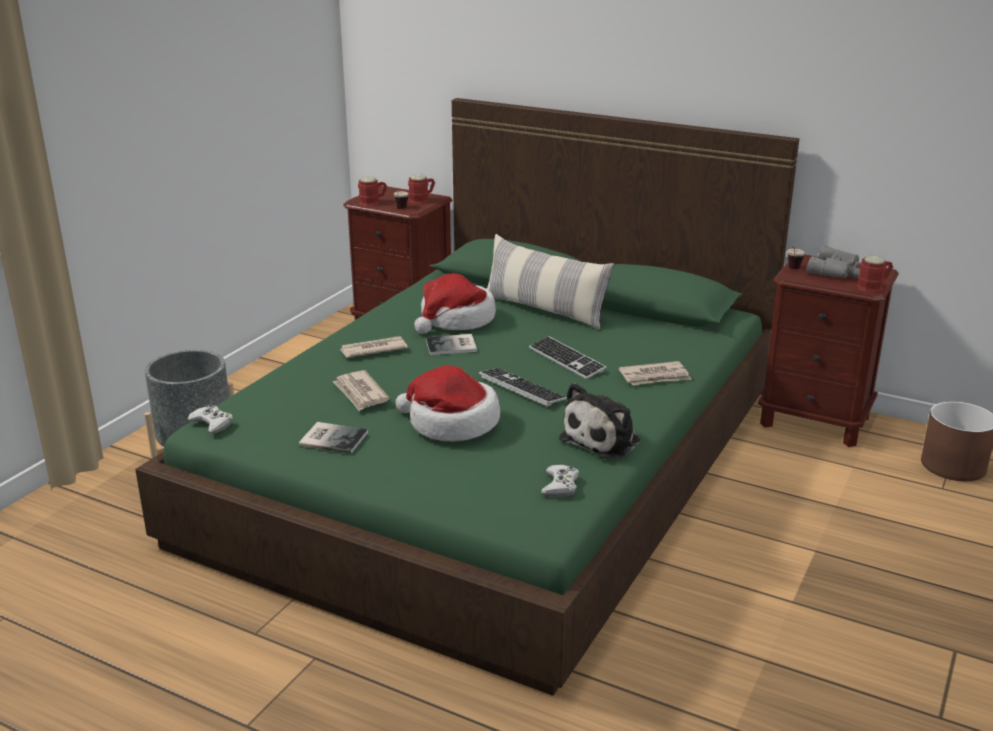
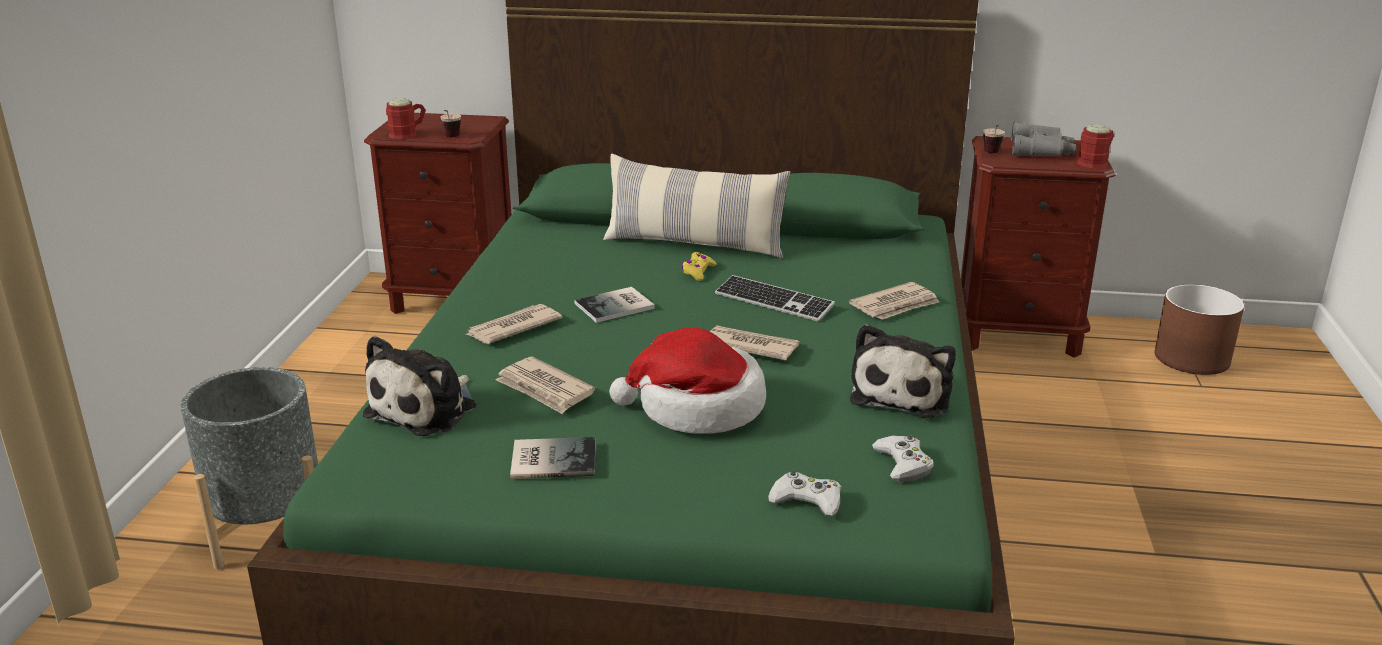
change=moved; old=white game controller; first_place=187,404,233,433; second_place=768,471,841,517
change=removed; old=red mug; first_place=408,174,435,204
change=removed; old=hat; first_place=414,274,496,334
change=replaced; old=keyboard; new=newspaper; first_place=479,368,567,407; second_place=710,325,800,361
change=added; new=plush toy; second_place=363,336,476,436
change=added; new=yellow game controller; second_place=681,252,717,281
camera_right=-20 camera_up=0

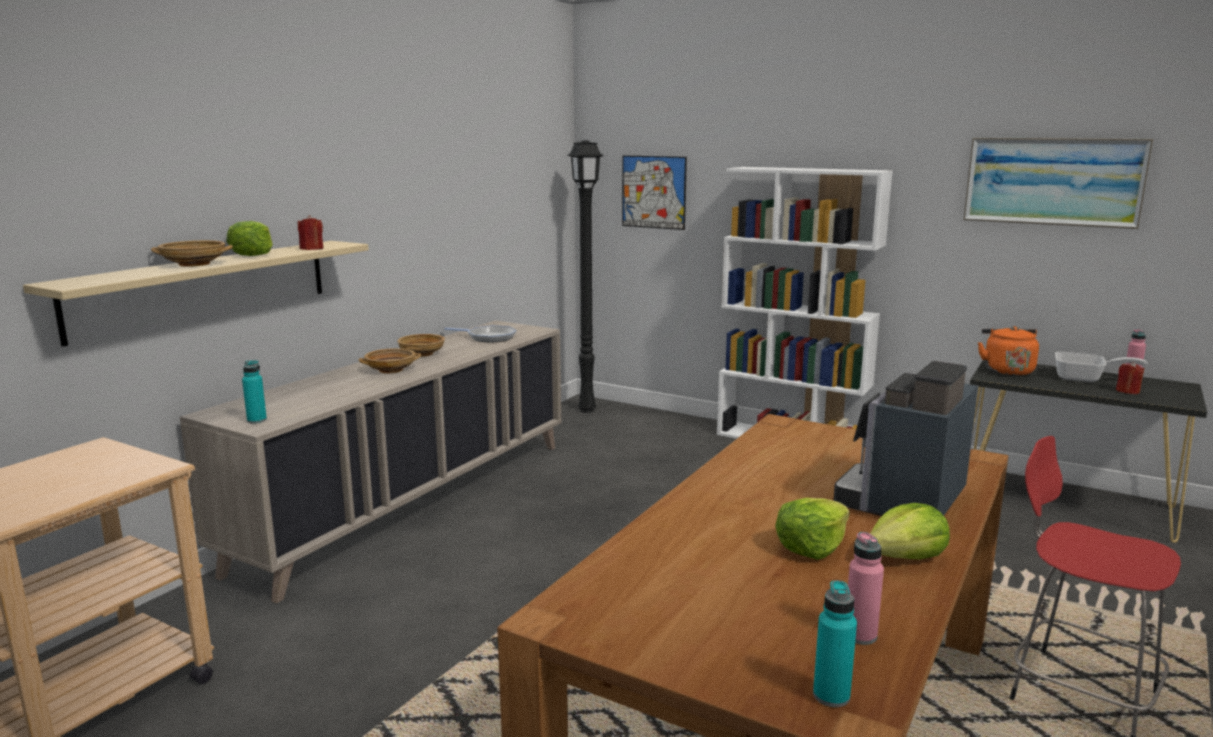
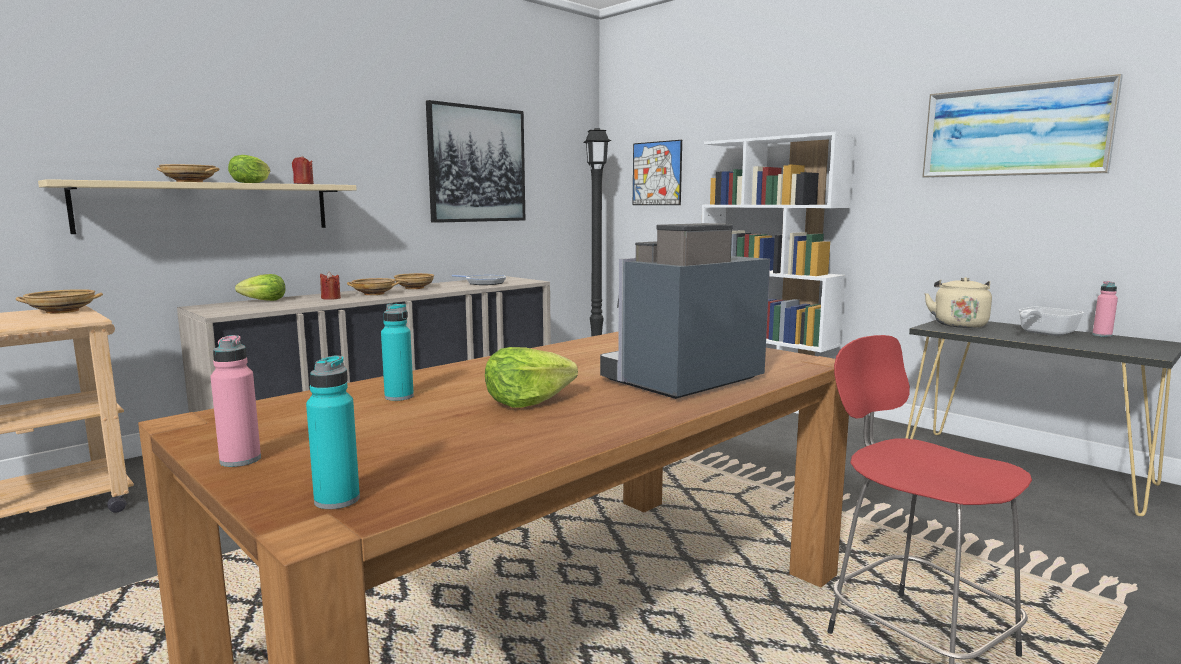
change=moved; old=turquoise bottle; first_place=242,360,267,424; second_place=381,303,414,401
change=moved; old=pink bottle; first_place=848,532,884,645; second_place=210,335,261,467
change=moved; old=lettuce; first_place=870,503,950,559; second_place=235,274,286,301
change=recoloured; old=orange kettle; new=beige kettle; first_place=978,326,1039,376; second_place=924,277,992,328
change=turned; old=frying pan; first_place=1055,352,1148,382; second_place=1019,307,1084,336; degrees=105
change=moved; old=red candle; first_place=1116,362,1145,394; second_place=320,271,341,300
change=added; new=beige bowl; second_place=16,289,103,314
change=added; new=picture; second_place=426,100,525,223
camera_right=15 camera_up=-5

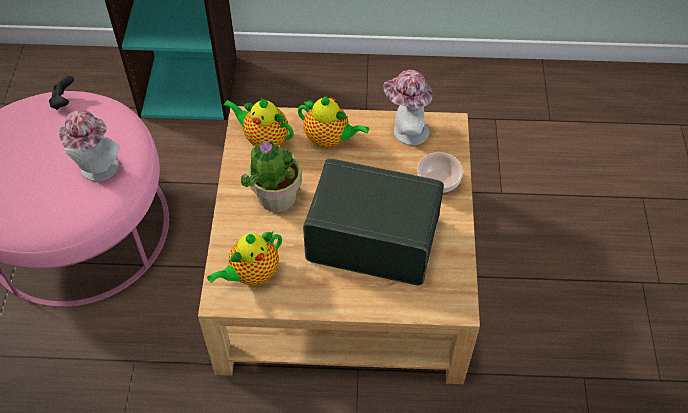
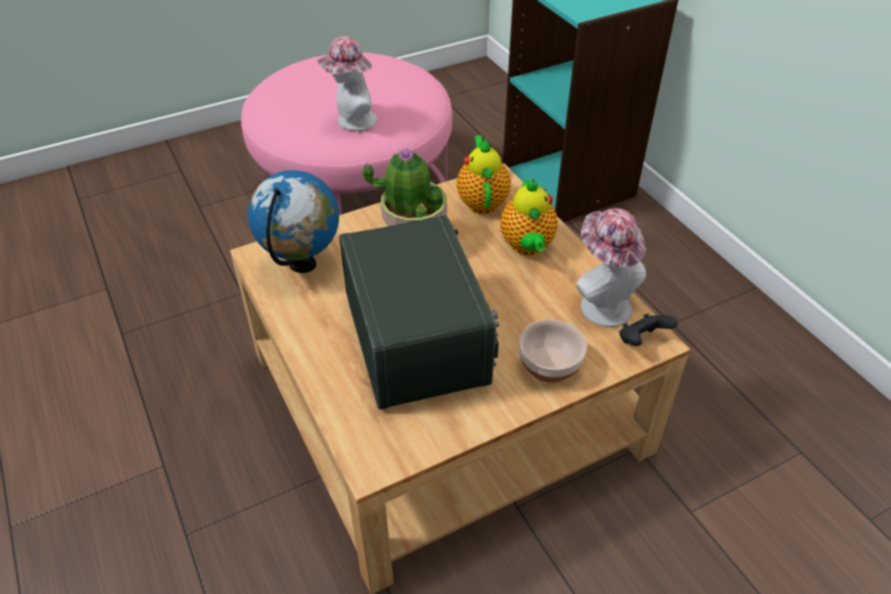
change=moved; old=black game controller; first_place=49,76,74,110; second_place=619,314,677,346
change=replaced; old=teapot; new=globe; first_place=207,231,282,285; second_place=248,170,339,273
camera_right=60 camera_up=-10

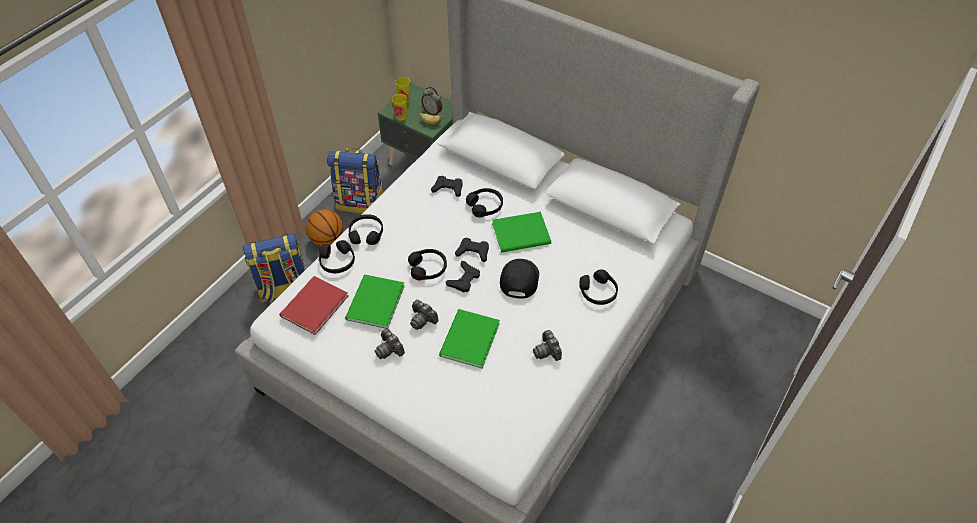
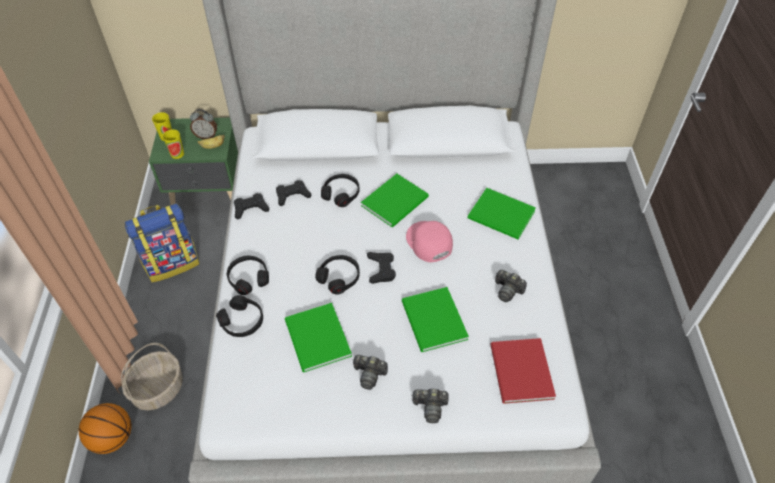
change=replaced; old=backpack; new=basket; first_place=242,233,306,303; second_place=121,342,183,411
change=moved; old=red book; first_place=279,276,348,335; second_place=490,338,556,404
change=moved; old=basketball; first_place=306,209,344,246; second_place=79,403,131,454
change=moved; old=photo camera; first_place=410,300,439,330; second_place=412,389,449,423
change=moved; old=black game controller; first_place=455,238,489,262; second_place=234,193,269,220
change=recoloured; old=black cap; new=pink cap; first_place=500,259,539,299; second_place=406,221,453,262
change=replaced; old=black headphones; new=green book; first_place=580,269,618,305; second_place=468,188,536,240
camera_right=-35 camera_up=0

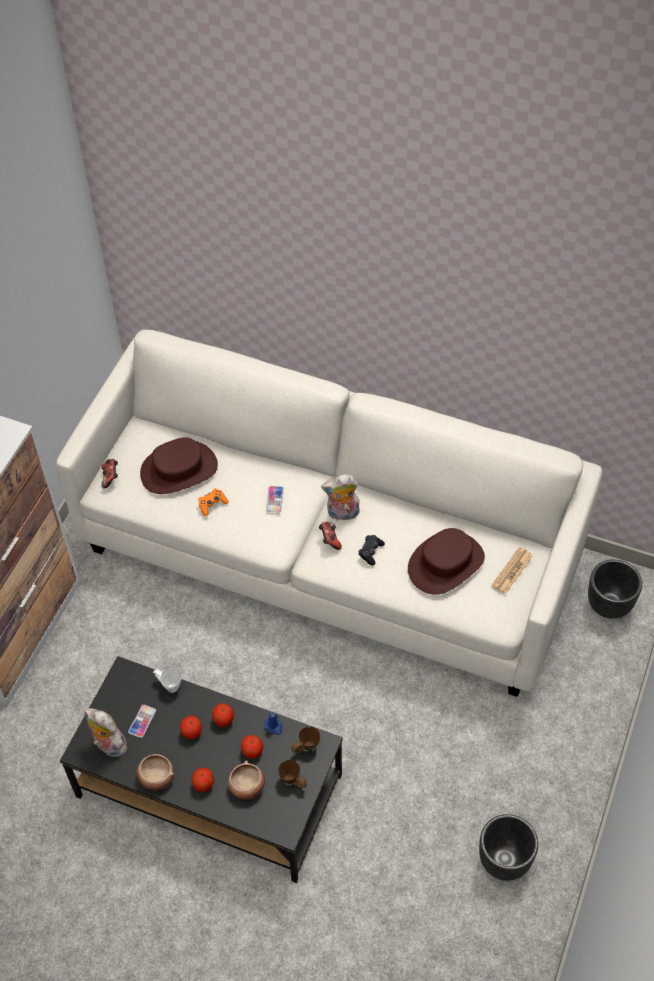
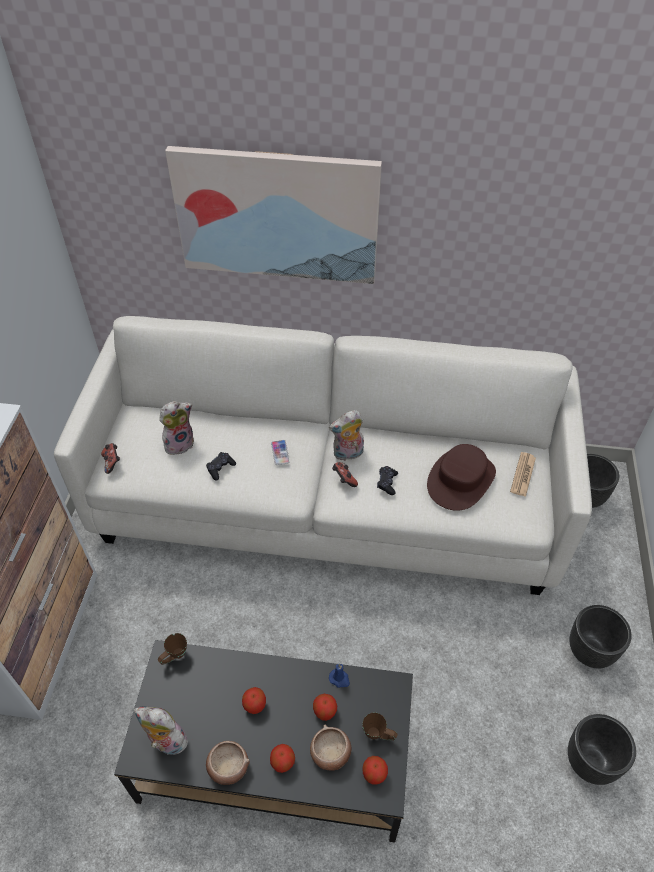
change=removed; old=phone; first_place=128,705,156,738
change=replaced; old=brown hat; new=plush toy; first_place=140,437,218,494; second_place=159,401,194,455
change=removed; old=white mug; first_place=153,669,182,693
change=recoloured; old=orange game controller; new=black game controller; first_place=198,488,229,516; second_place=206,452,236,481
change=moved; old=apple; first_place=212,703,234,727; second_place=362,756,388,785
change=moved; old=brown mug; first_place=291,727,320,753; second_place=158,633,187,665
change=added; new=picture; second_place=165,146,382,284
change=added; new=black planter; second_place=569,605,632,668
camera_right=-15 camera_up=-5

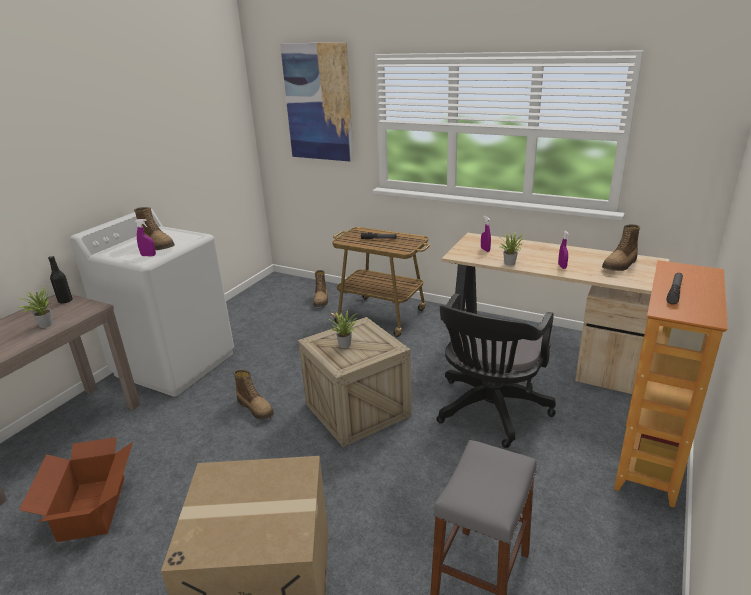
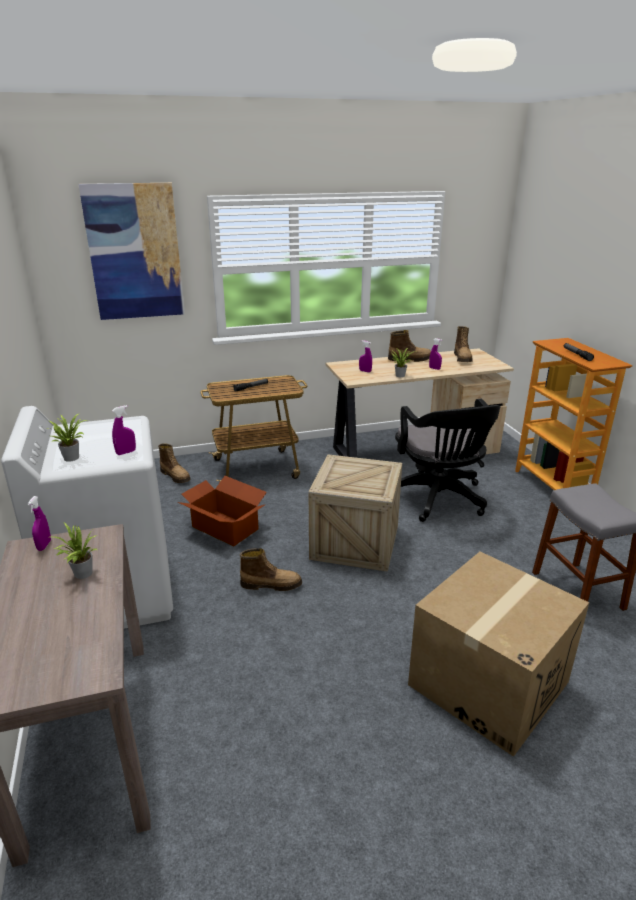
change=moved; old=cardboard box; first_place=19,437,133,542; second_place=178,476,267,546
change=replaced; old=black bottle; new=purple spray bottle; first_place=48,256,73,303; second_place=28,496,51,551
change=moved; old=boot; first_place=134,207,174,250; second_place=388,330,431,362
change=moved; old=potted plant; first_place=328,310,358,348; second_place=49,414,87,462
camera_right=-45 camera_up=0

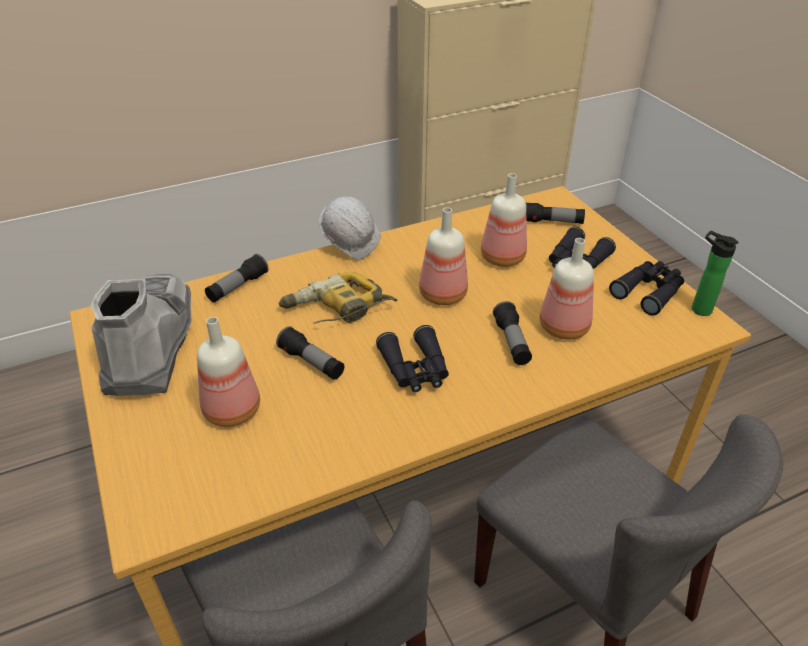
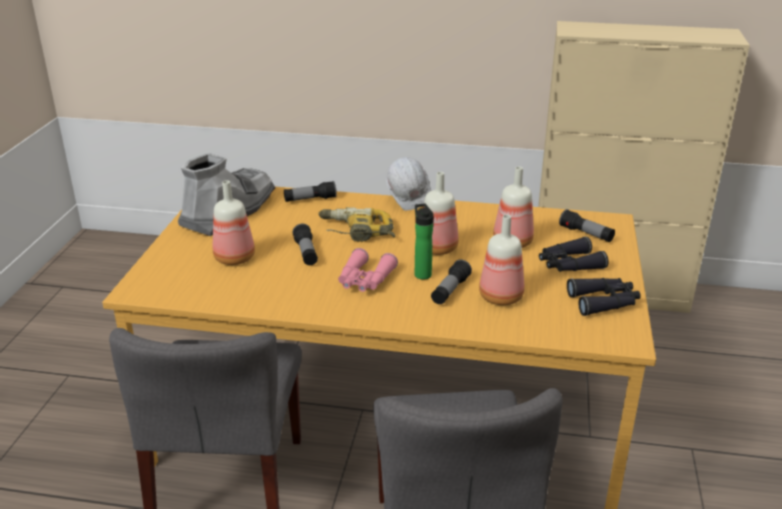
change=recoloured; old=black binoculars; new=pink binoculars; first_place=376,325,449,392; second_place=338,248,398,292
change=moved; old=bottle; first_place=692,231,739,316; second_place=415,204,433,280
camera_right=35 camera_up=-10

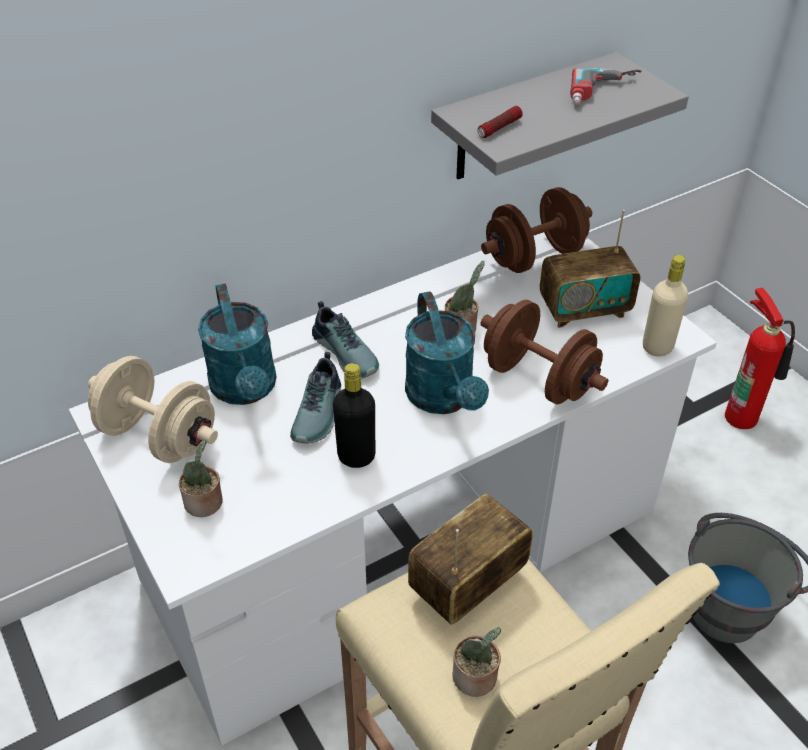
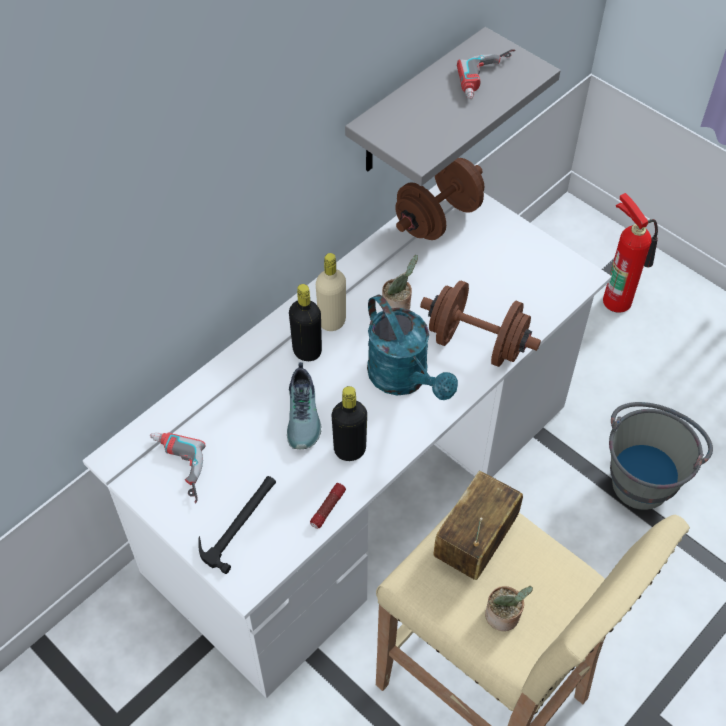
change=replaced; old=beige dumbbell; new=power drill; first_place=88,356,218,463; second_place=150,432,205,504
change=replaced; old=potted plant; new=hammer; first_place=179,439,223,517; second_place=198,476,276,574
change=removed; old=turquoise watering can; first_place=198,284,276,405
change=replaced; old=shoe; new=black bottle; first_place=312,301,379,379; second_place=289,284,322,361
change=moved; old=flashlight; first_place=478,106,523,138; second_place=310,483,346,529
change=removed; old=radio; first_place=540,210,640,328
change=moved; old=beige bottle; first_place=643,255,688,356; second_place=316,253,346,331
camera_right=-15 camera_up=10

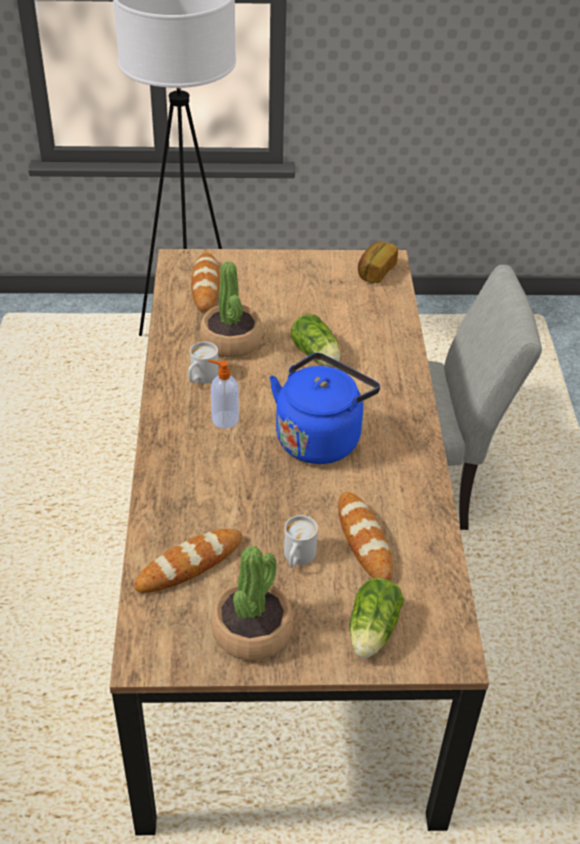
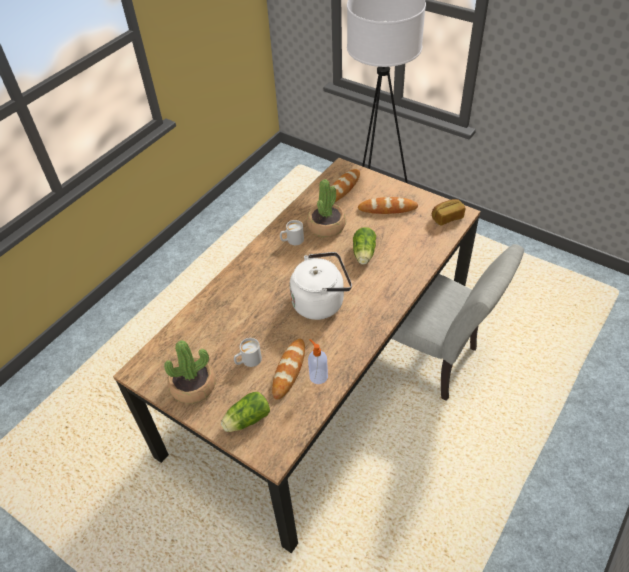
change=moved; old=bread; first_place=134,529,242,593; second_place=358,197,418,214
change=moved; old=soap dispenser; first_place=208,360,239,429; second_place=308,339,328,384
change=recoloured; old=blue kettle; new=white kettle; first_place=270,353,380,464; second_place=290,252,352,320
camera_right=40 camera_up=5

